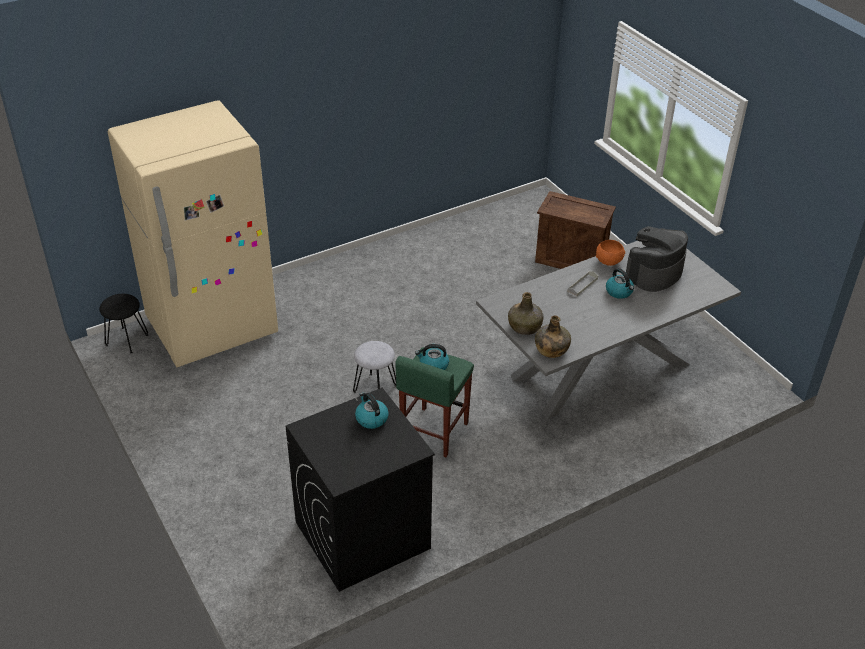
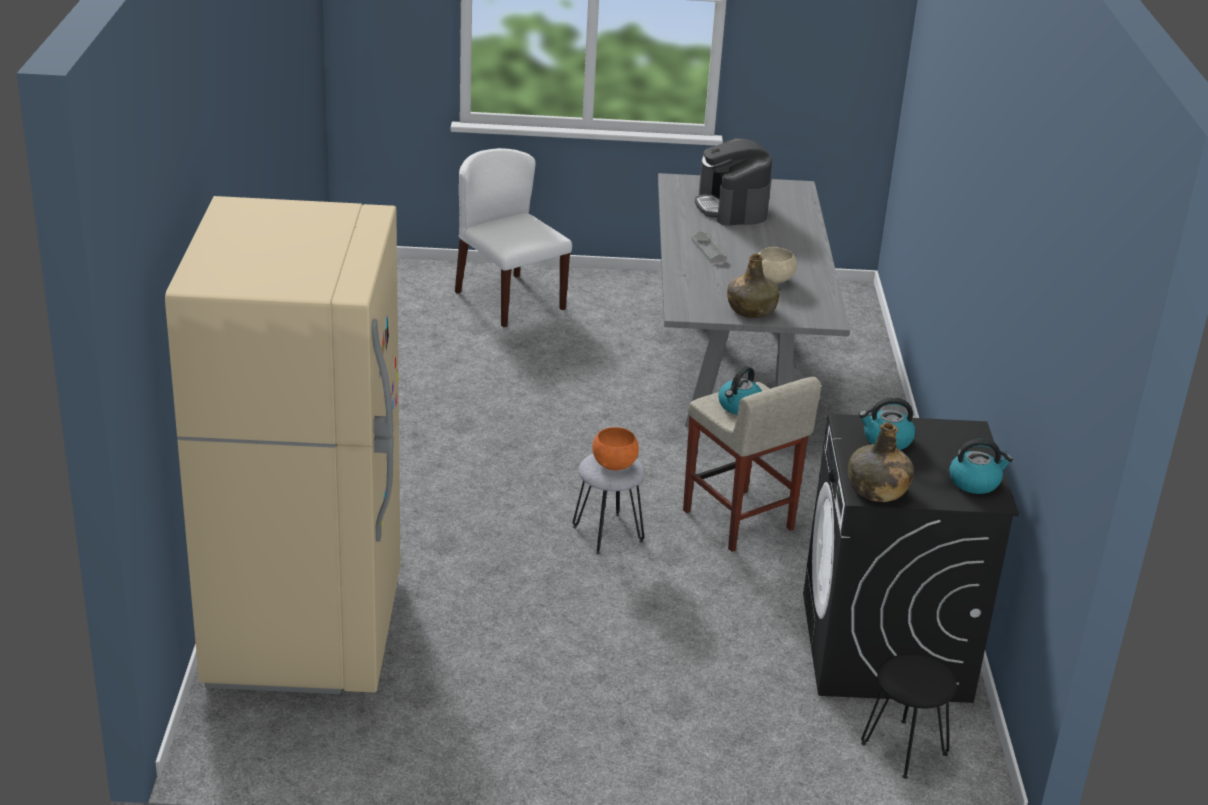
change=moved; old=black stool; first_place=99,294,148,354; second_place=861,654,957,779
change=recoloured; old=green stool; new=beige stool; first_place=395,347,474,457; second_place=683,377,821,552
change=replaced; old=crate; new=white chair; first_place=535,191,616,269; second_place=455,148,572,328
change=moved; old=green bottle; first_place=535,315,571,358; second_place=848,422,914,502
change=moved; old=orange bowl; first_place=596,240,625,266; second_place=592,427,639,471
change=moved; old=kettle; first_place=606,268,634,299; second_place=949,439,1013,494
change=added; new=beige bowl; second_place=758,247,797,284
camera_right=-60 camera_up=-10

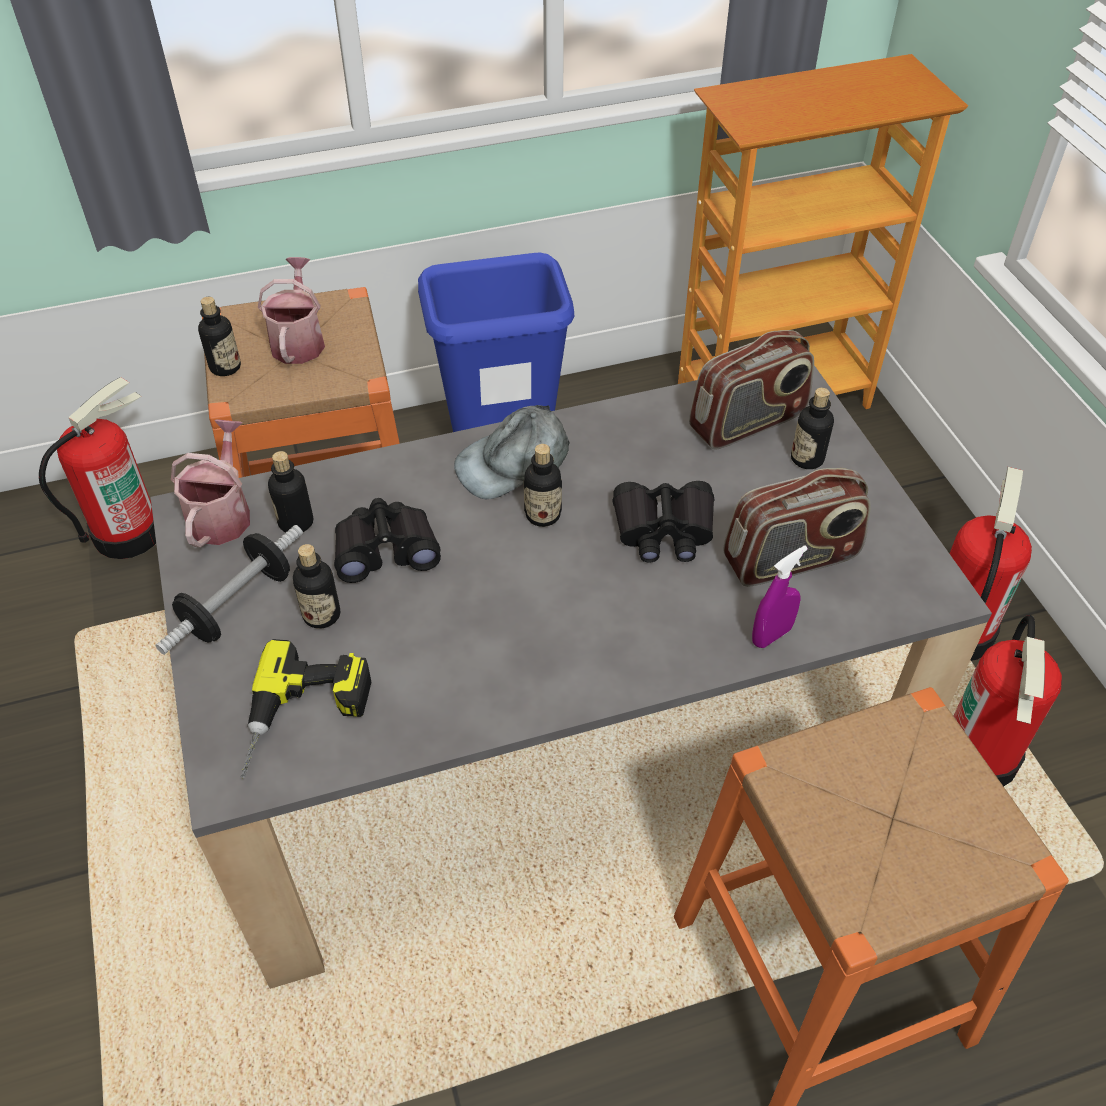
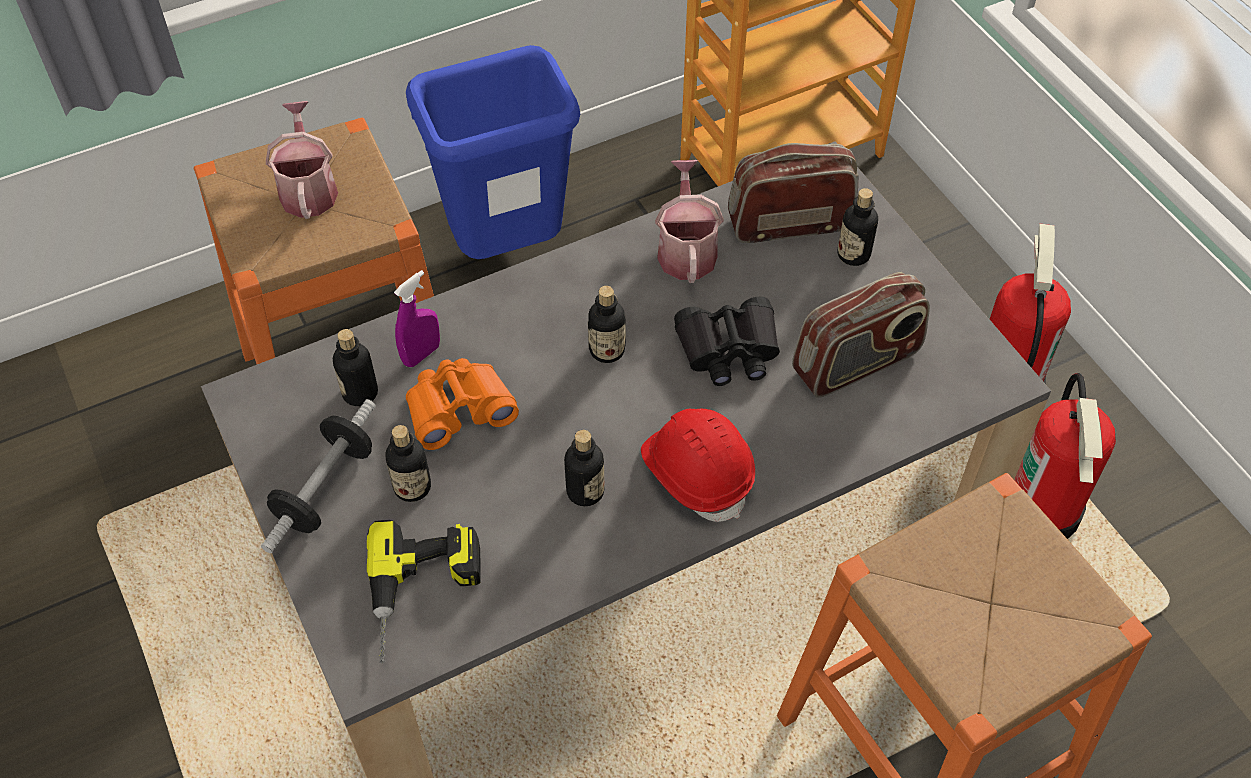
change=removed; old=fire extinguisher; first_place=39,377,156,559
change=moved; old=watering can; first_place=171,419,250,547; second_place=655,160,724,283
change=moved; old=bottle; first_place=198,297,241,376; second_place=564,430,605,506
change=recoloured; old=black binoculars; new=orange binoculars; first_place=334,498,441,583; second_place=406,358,519,450
change=removed; old=grey cap; first_place=454,405,570,500
change=turned; old=radio; first_place=689,330,814,450; second_place=728,143,859,243; degrees=-150
change=moved; old=purple spray bottle; first_place=752,546,808,648; second_place=394,270,440,367
change=added; new=red hard hat; second_place=641,409,755,522
camera_right=-10 camera_up=5

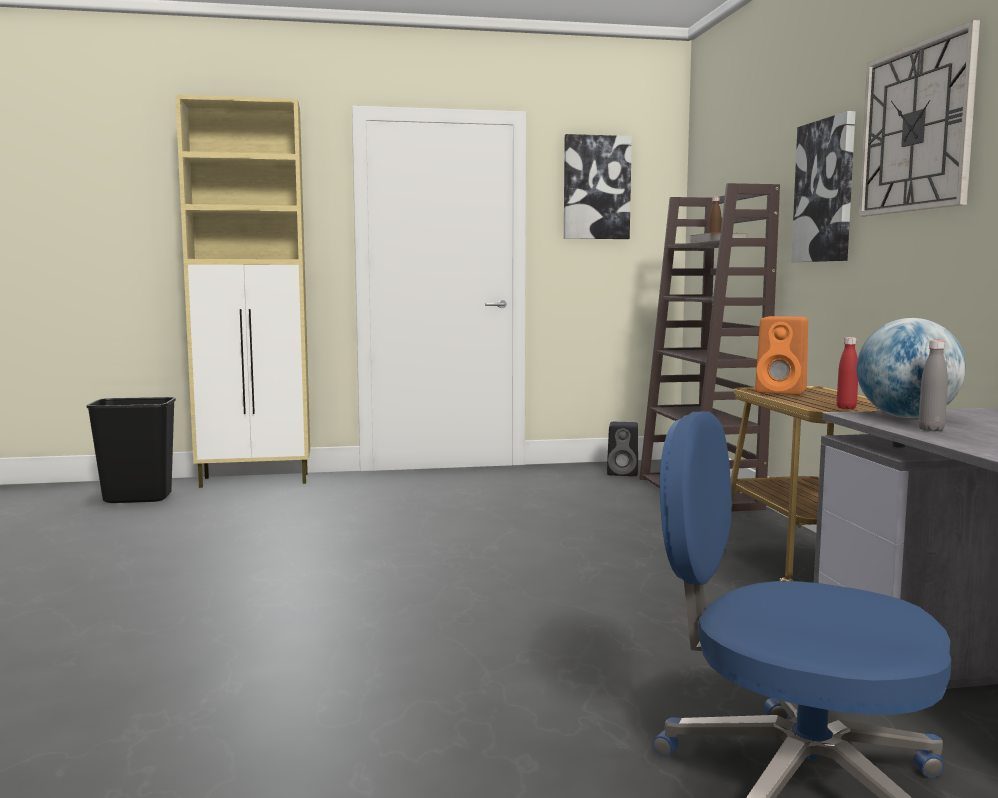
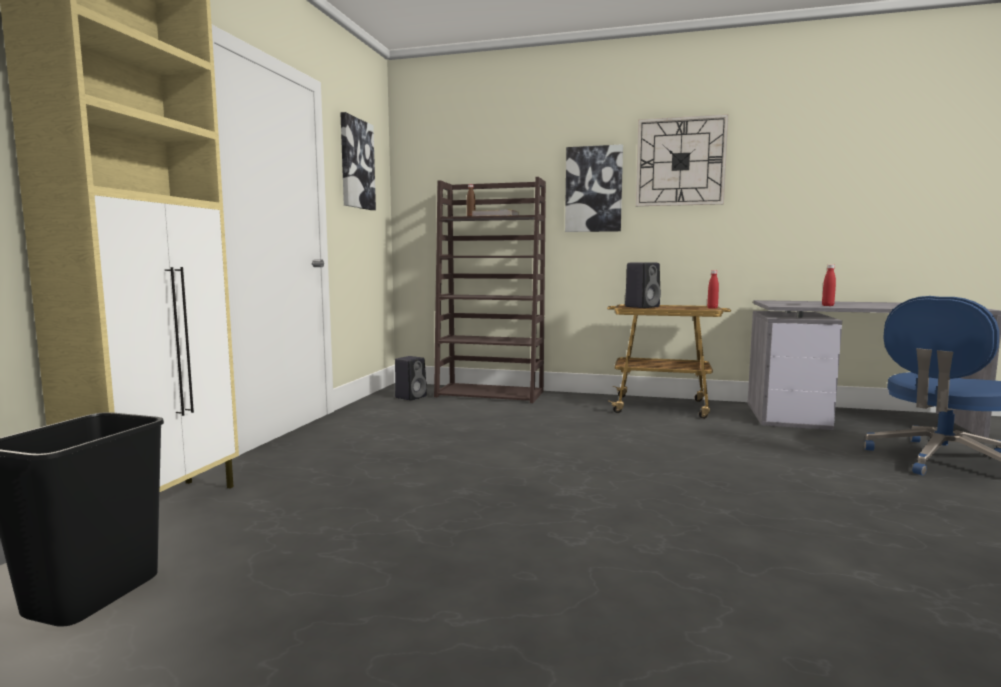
change=recoloured; old=orange speaker; new=black speaker; first_place=755,316,808,395; second_place=625,263,661,308
change=removed; old=globe; first_place=857,318,966,418
change=recoloured; old=grey bottle; new=red bottle; first_place=918,340,948,431; second_place=822,265,836,306
camera_right=-65 camera_up=0

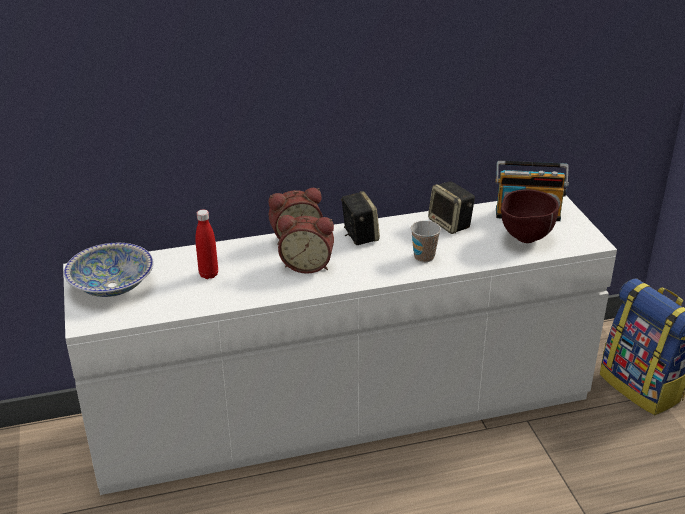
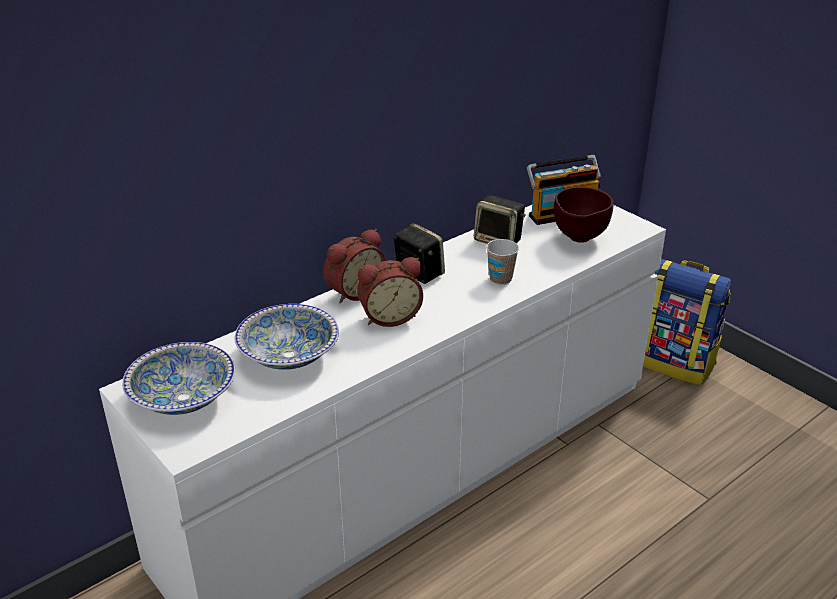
change=replaced; old=red bottle; new=bowl; first_place=196,210,218,279; second_place=235,304,339,370
camera_right=-25 camera_up=0

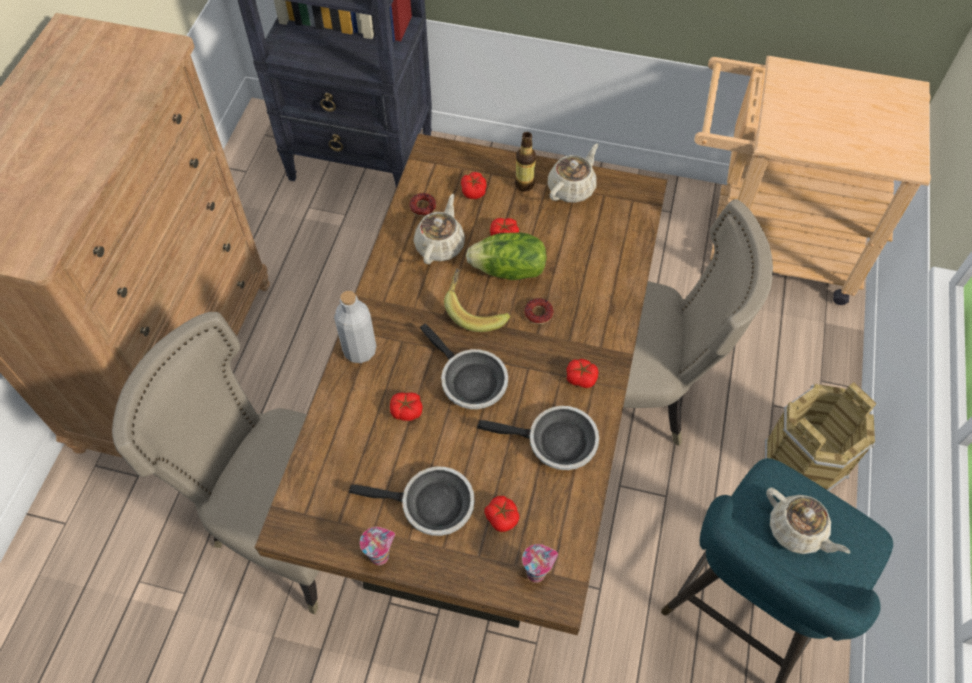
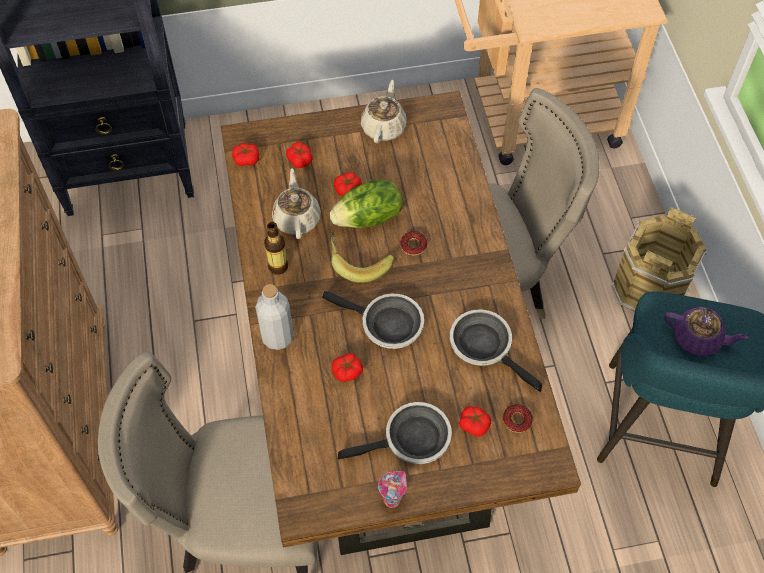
change=moved; old=donut; first_place=409,193,436,216; second_place=503,404,533,433
change=turned; old=frying pan; first_place=477,406,599,470; second_place=450,309,542,392; degrees=-120
change=moved; old=bottle; first_place=515,132,536,192; second_place=264,222,288,275
change=removed; old=cup; first_place=522,544,558,583
change=moved; old=tomato; first_place=567,359,598,388; second_place=232,143,259,166
change=recoloured; old=beige teapot; new=purple teapot; first_place=766,487,850,554; second_place=664,307,749,357
camera_right=-25 camera_up=0

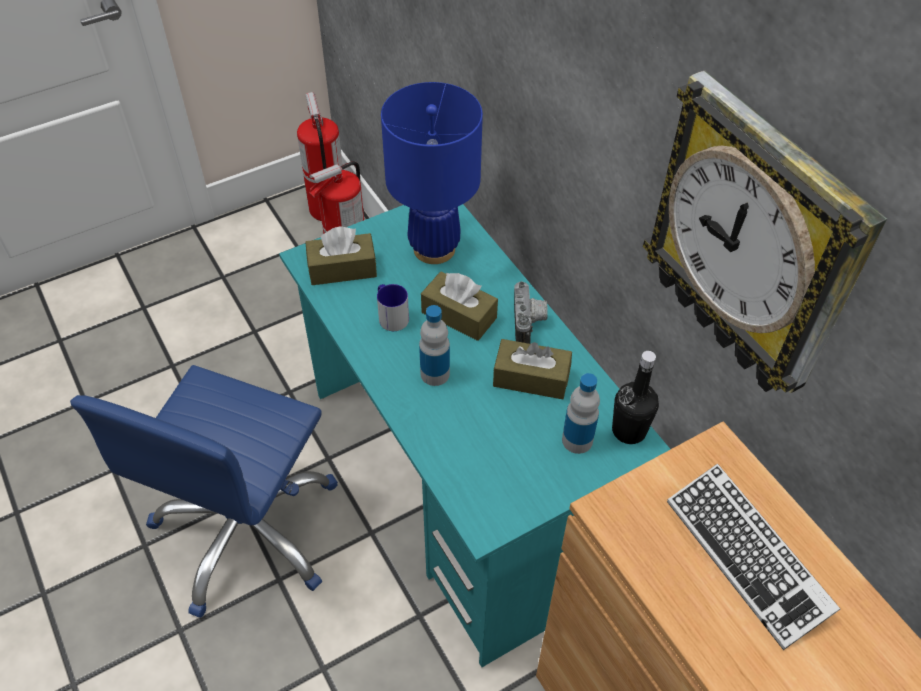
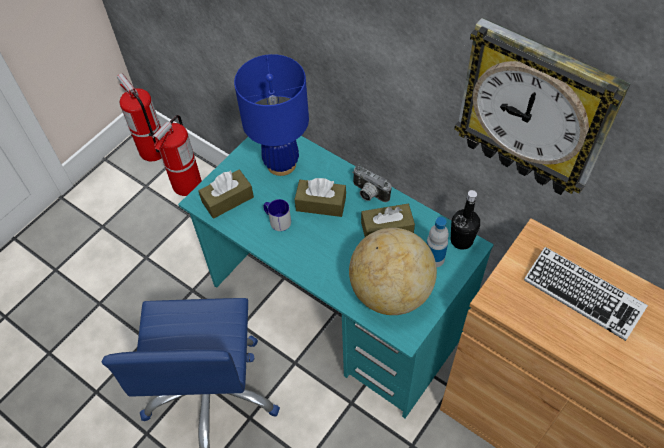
change=removed; old=bottle; first_place=419,305,450,386
change=turned; old=photo camera; first_place=514,281,548,344; second_place=352,165,392,202; degrees=150
change=added; new=globe; second_place=349,228,437,315
camera_right=-20 camera_up=5

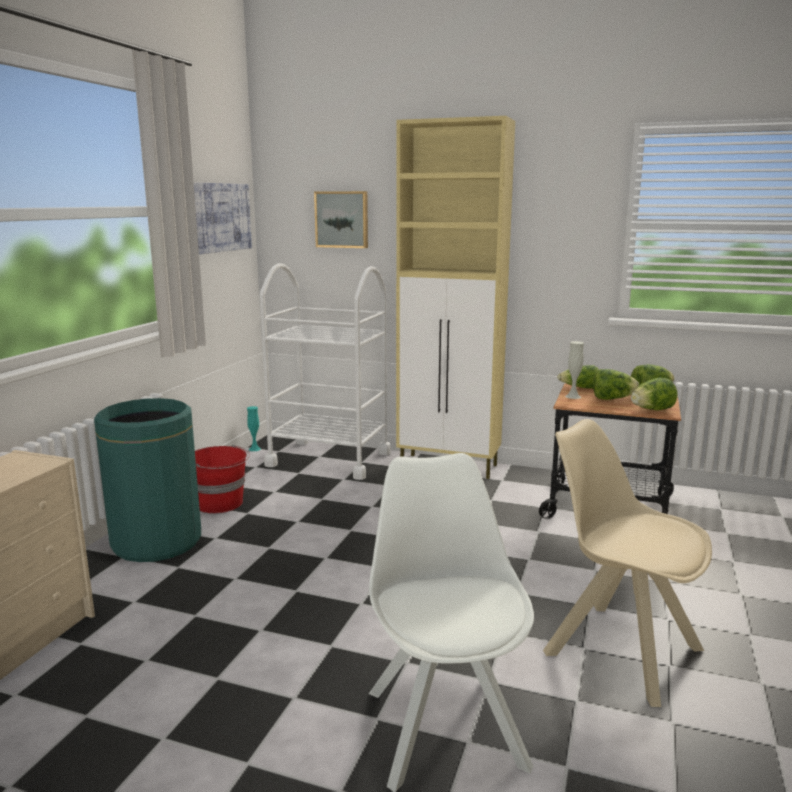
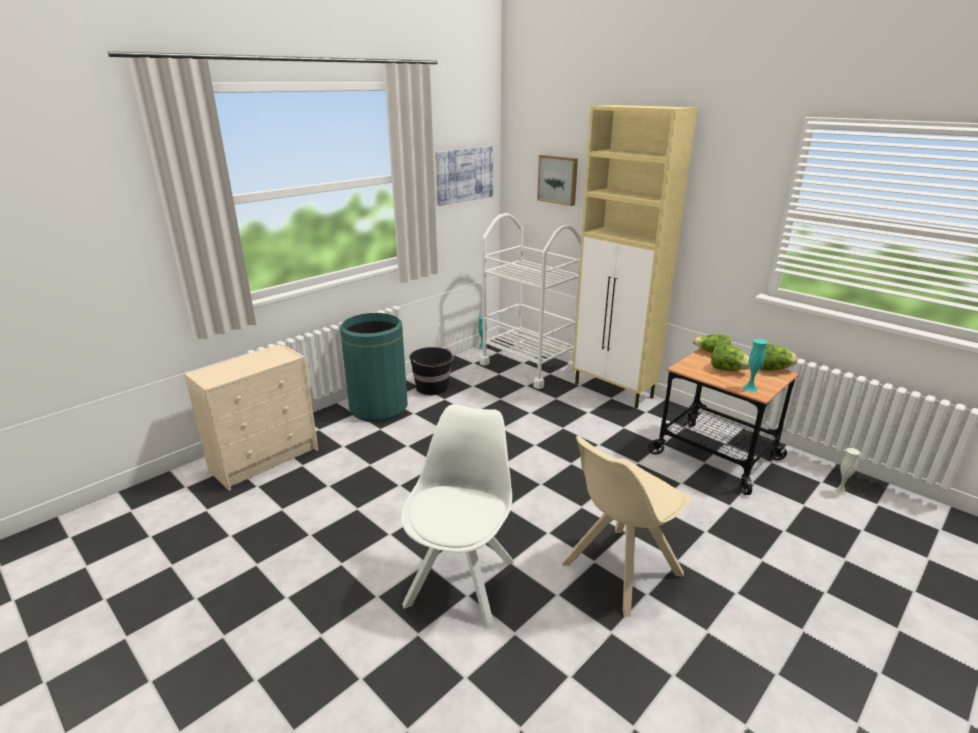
change=recoloured; old=red bucket; new=black bucket; first_place=195,445,250,513; second_place=410,347,454,395
change=turned; old=beige chair; first_place=543,419,712,707; second_place=562,435,692,617; degrees=-105
change=moved; old=white vase; first_place=565,341,584,399; second_place=832,448,861,497
change=replaced; old=lettuce; new=turquoise vase; first_place=631,377,678,410; second_place=742,339,767,392
camera_right=25 camera_up=10

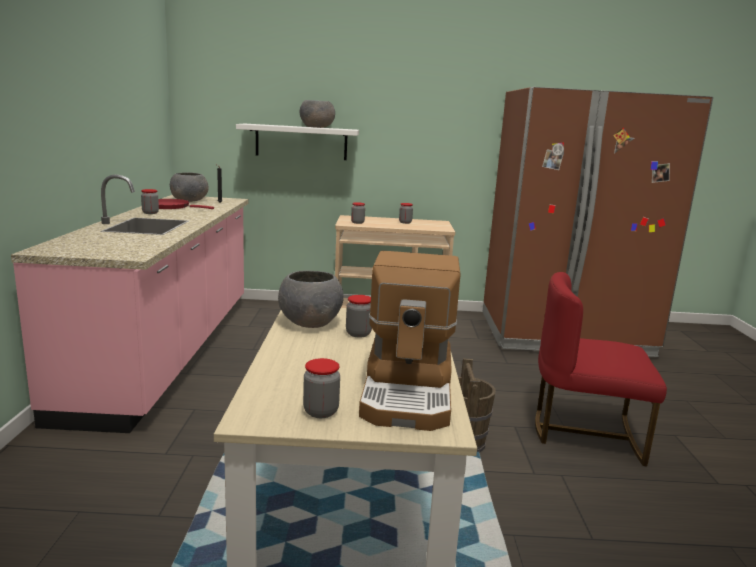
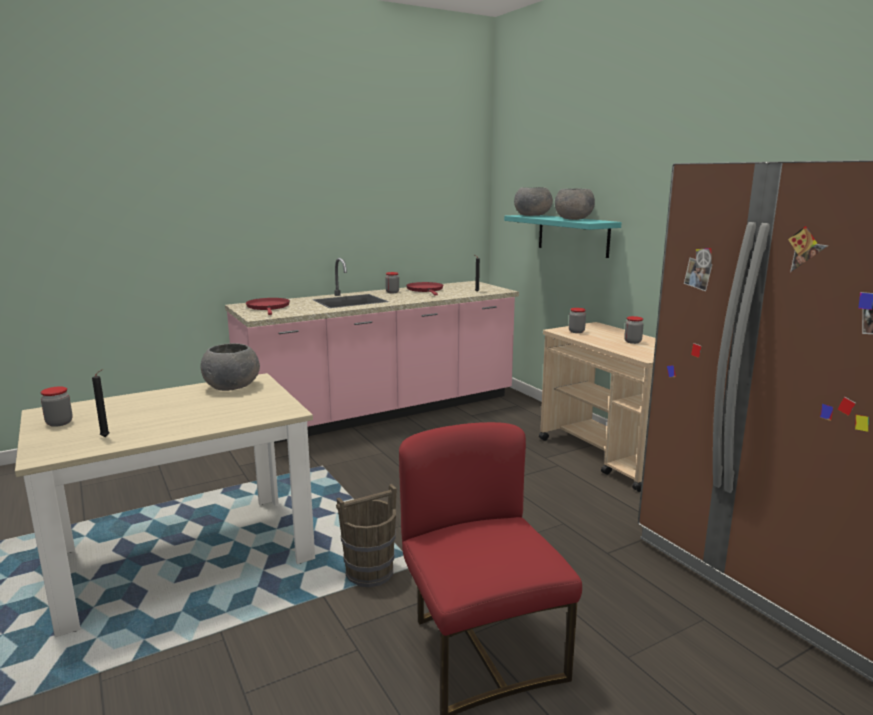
change=moved; old=grey bowl; first_place=170,172,209,202; second_place=514,187,553,216
change=recoloured; old=white shelf; new=turquoise shelf; first_place=236,124,359,160; second_place=504,215,622,258
change=removed; old=jar; first_place=346,295,372,337
change=replaced; old=coffee machine; new=black candle; first_place=359,251,461,431; second_place=92,369,109,437
change=added; new=red frying pan; second_place=246,298,290,315
camera_right=60 camera_up=0

